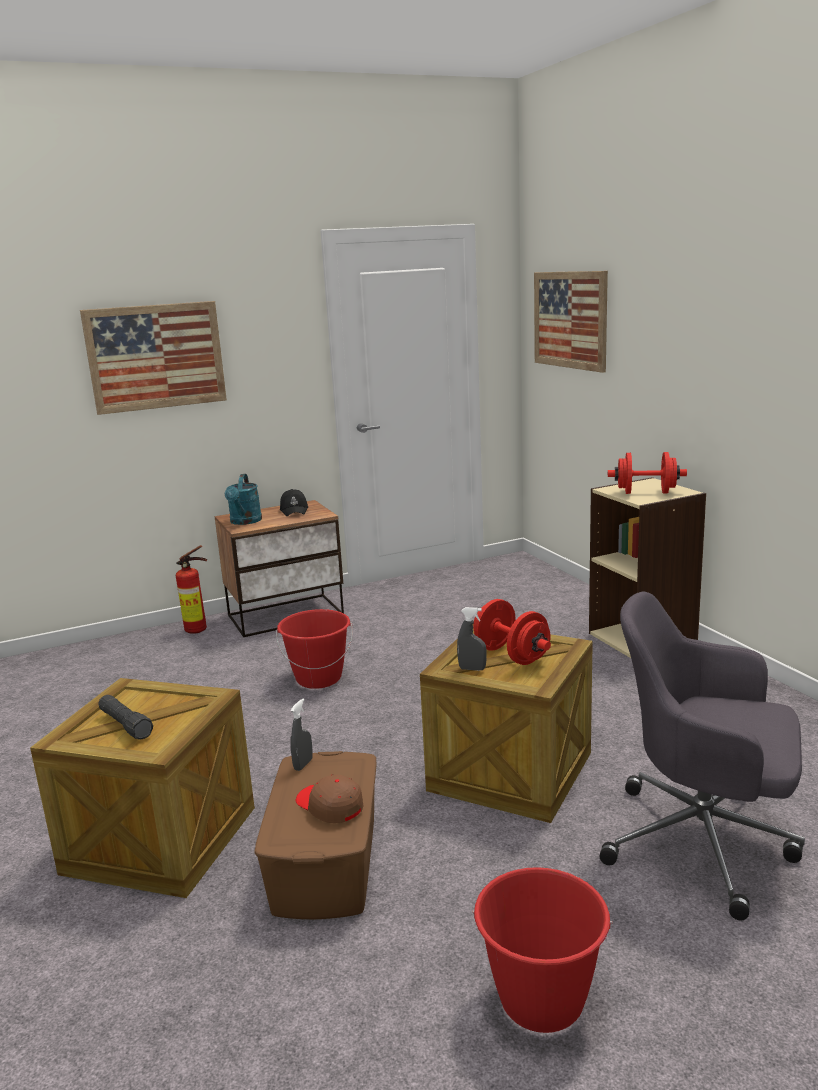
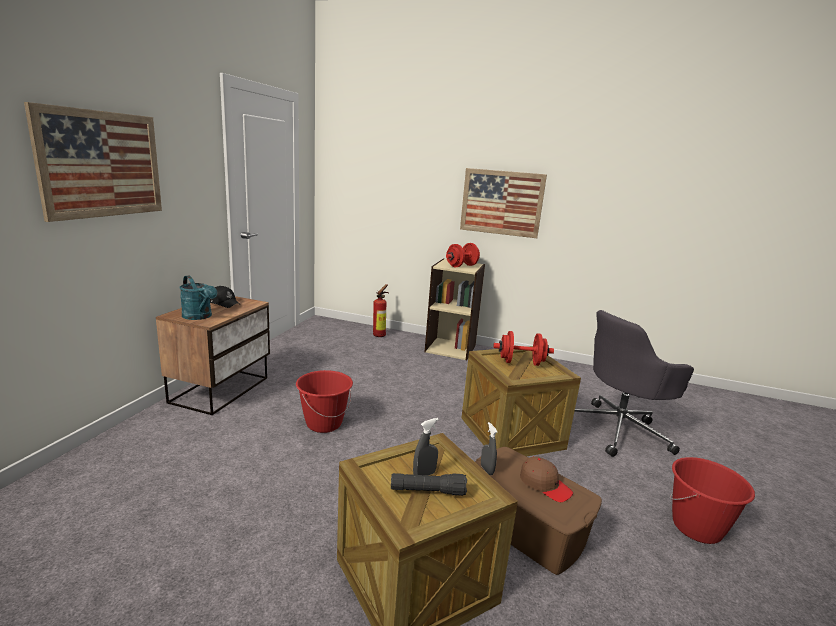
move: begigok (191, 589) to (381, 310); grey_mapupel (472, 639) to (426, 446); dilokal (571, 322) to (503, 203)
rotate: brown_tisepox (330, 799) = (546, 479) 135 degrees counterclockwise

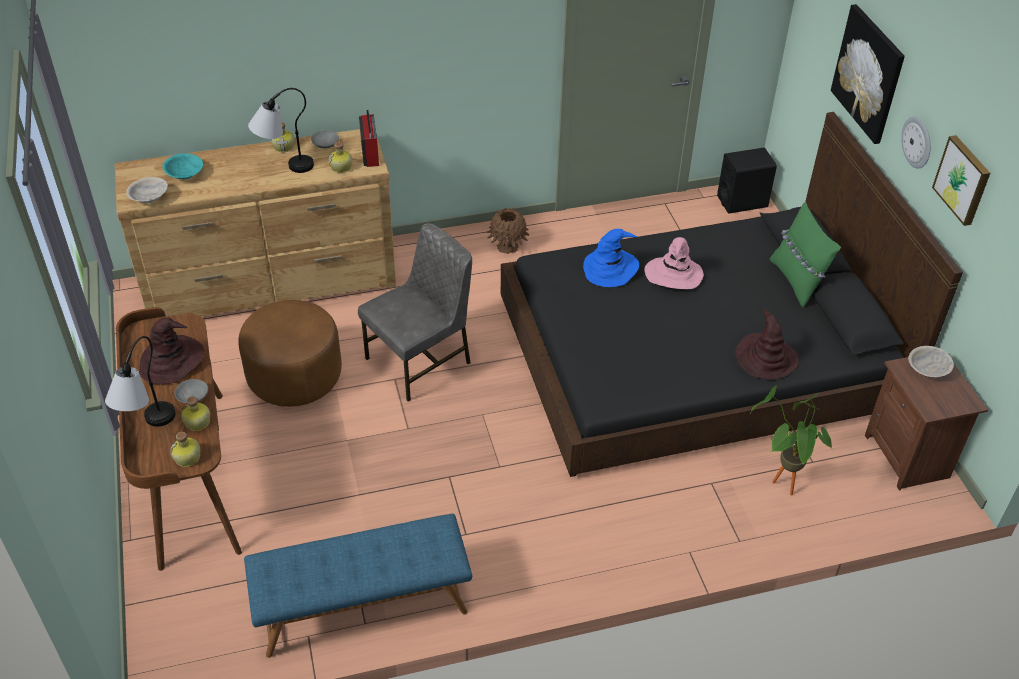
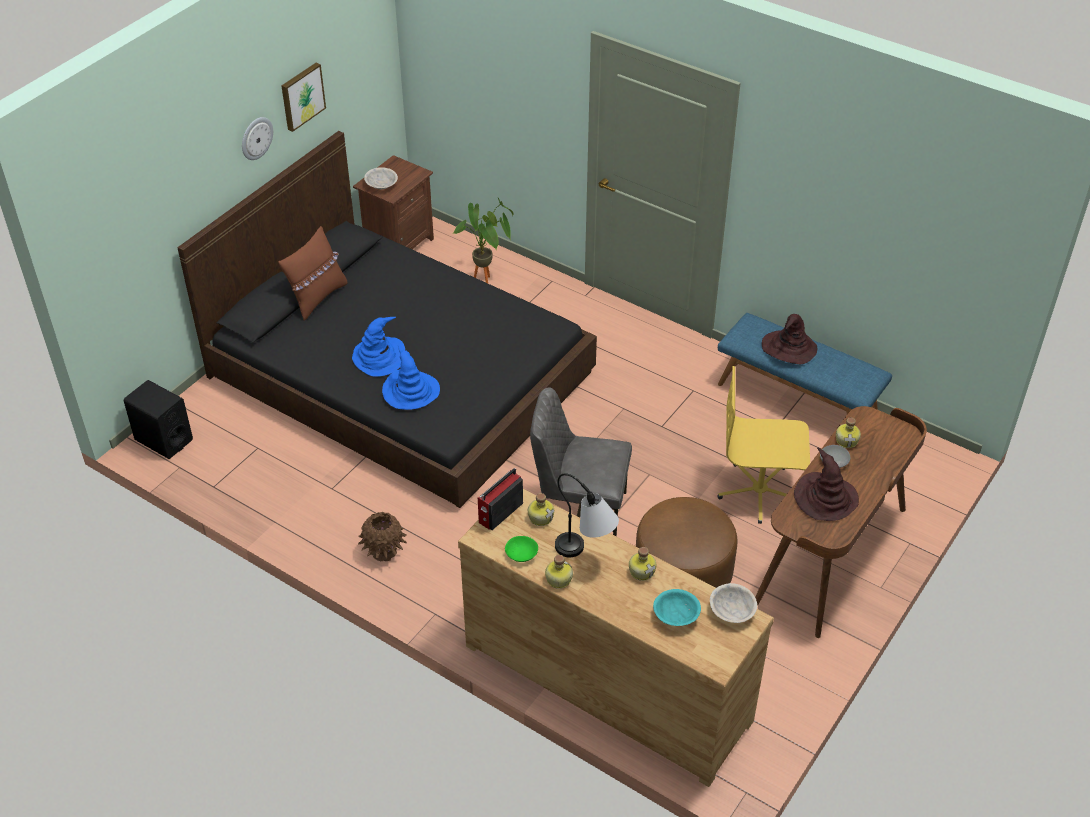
delete: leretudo (140, 381); dilokal (868, 74)
insert: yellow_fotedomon (763, 445)
move: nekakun (185, 449) to (642, 564); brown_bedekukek (767, 343) to (789, 339)
recolor: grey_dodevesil (325, 139) to green_dodevesil (521, 549); pink_bedekukek (674, 263) to blue_bedekukek (378, 347); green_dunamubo (805, 255) to brown_dunamubo (312, 273)

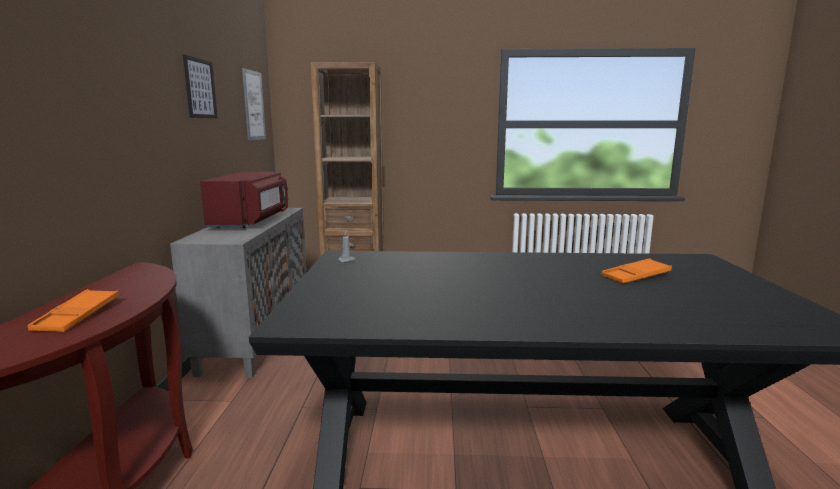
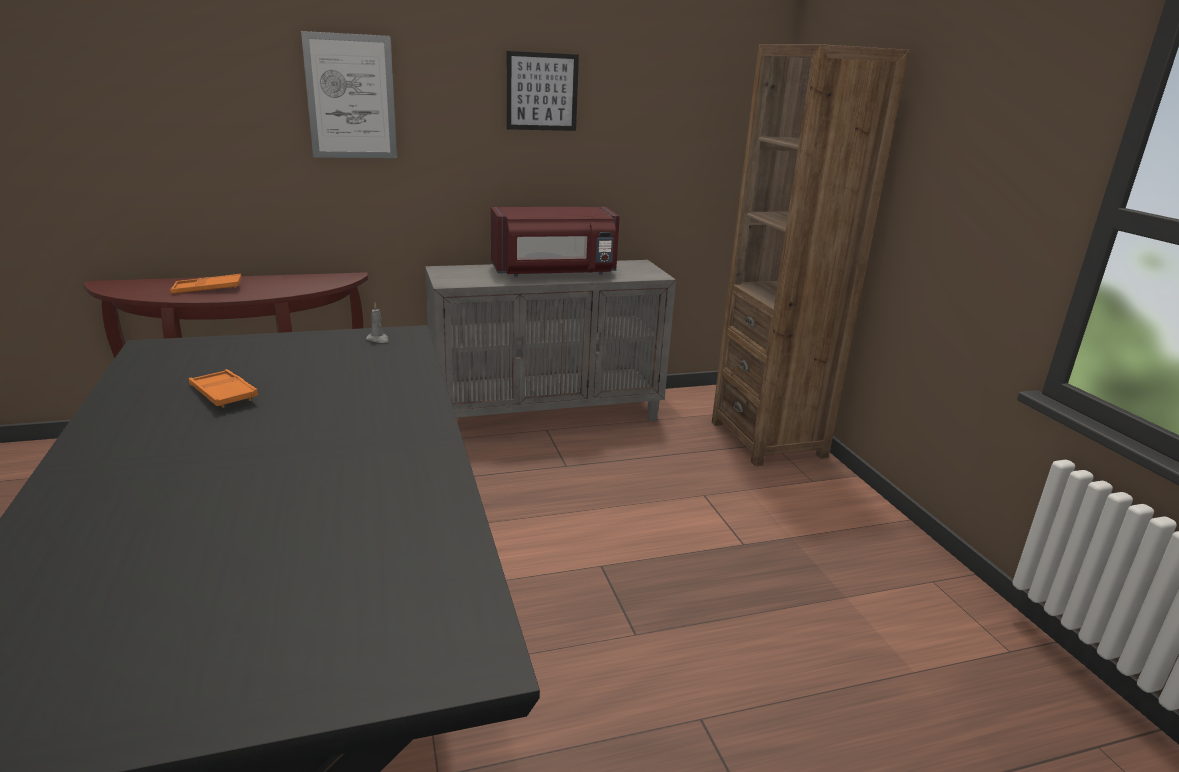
move: dilokal (254, 104) to (349, 95); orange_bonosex (636, 271) to (223, 388)

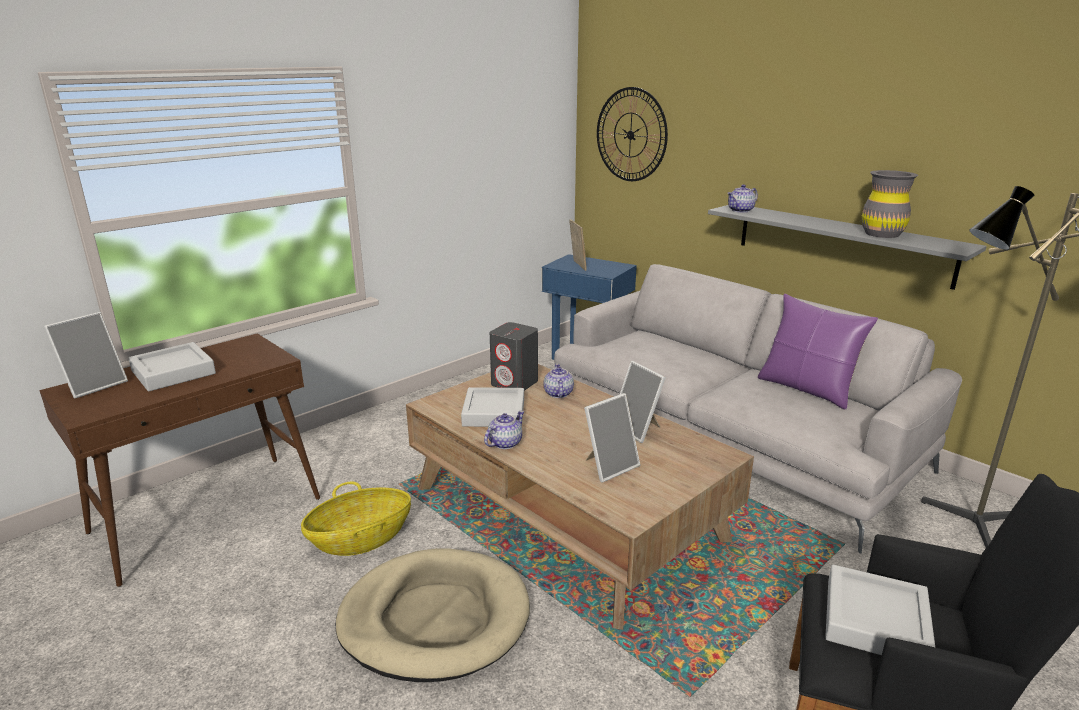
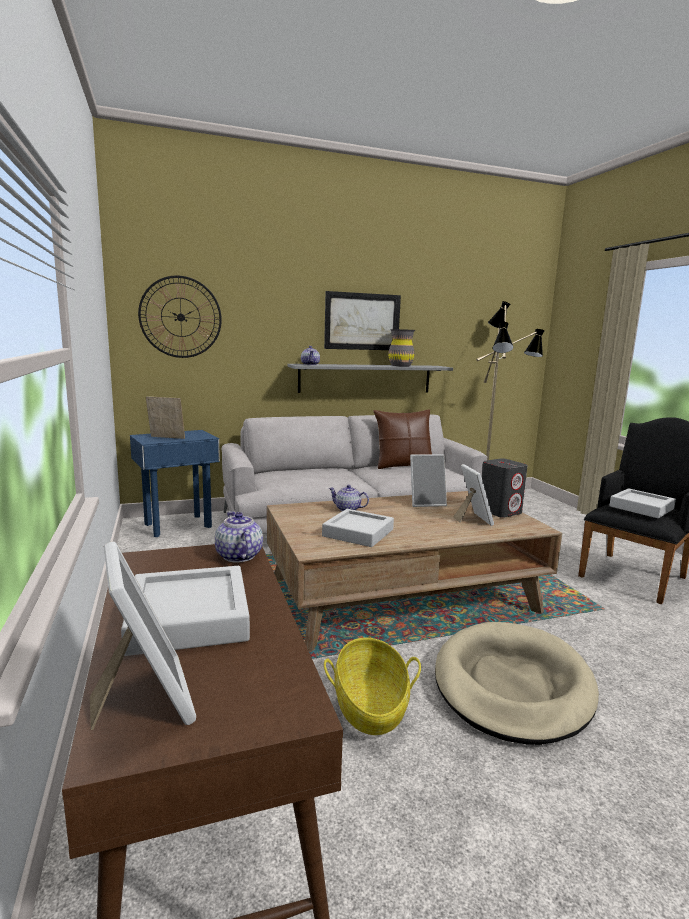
insert: dilokal (362, 320)
move: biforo (504, 430) to (239, 537); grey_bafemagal (514, 356) to (505, 488)
recolor: purple_dunamubo (818, 351) to brown_dunamubo (402, 439)

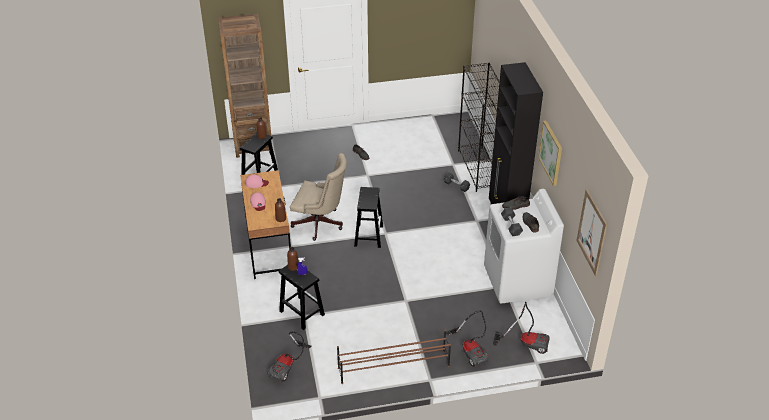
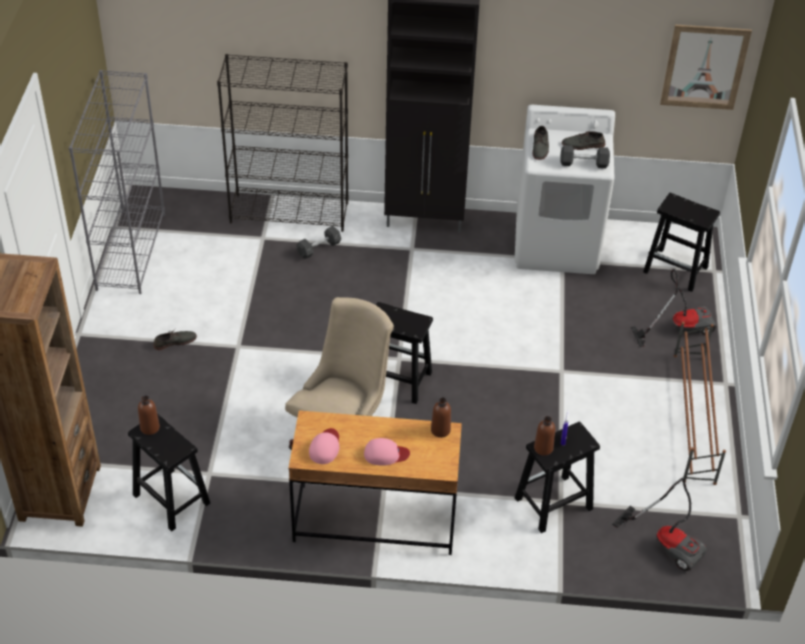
delete: dilokal (550, 153)
insert: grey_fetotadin (117, 182)
replace: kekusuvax (521, 328) to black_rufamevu (681, 242)

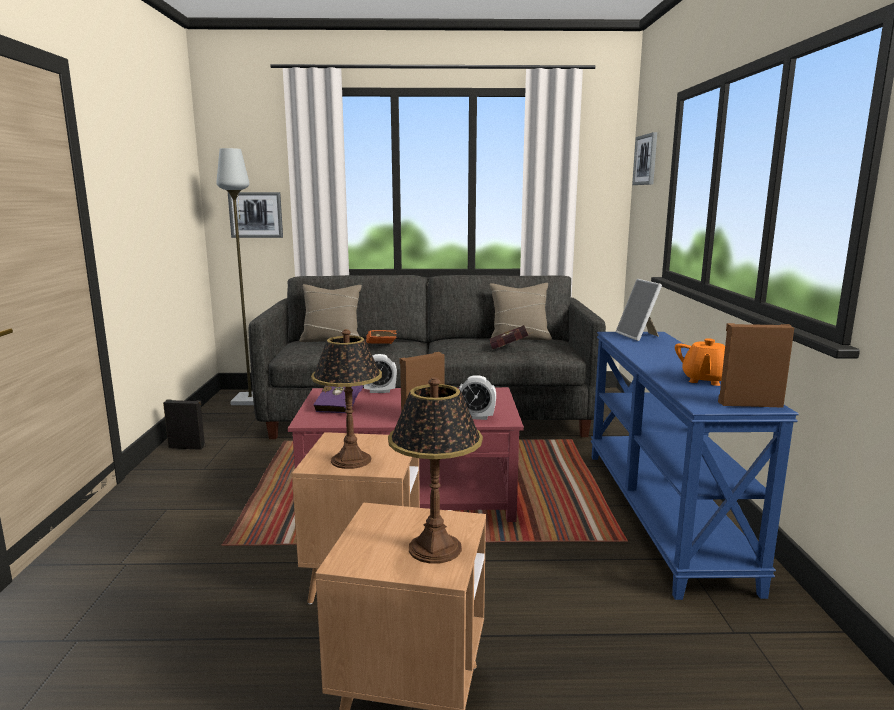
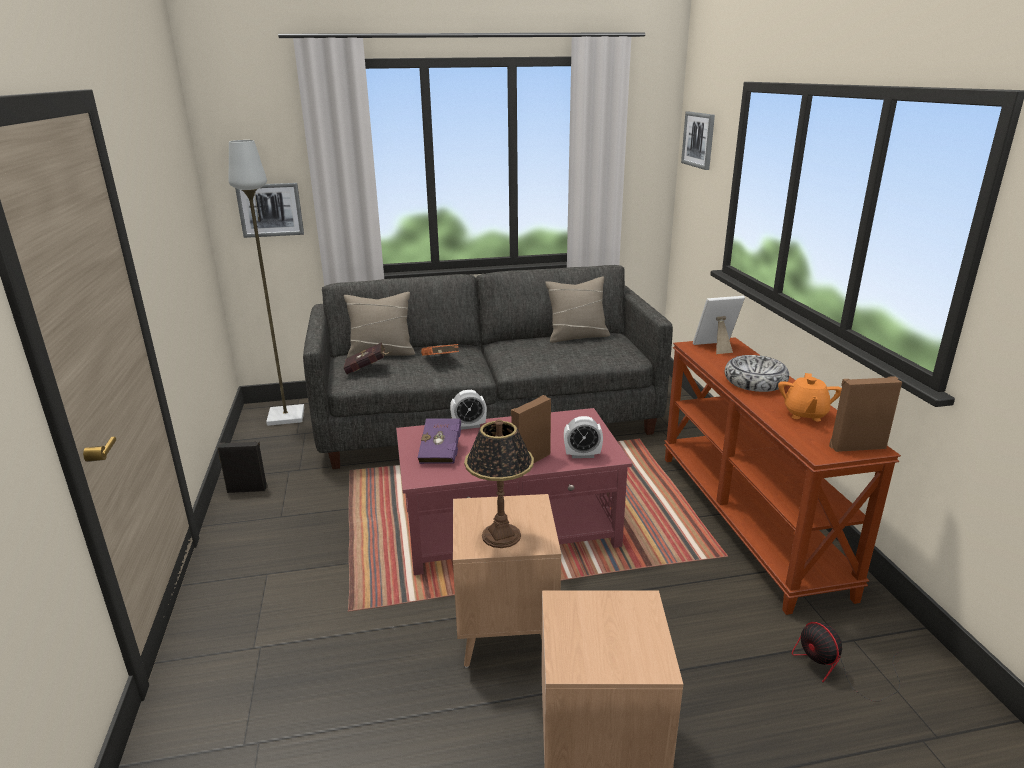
delete: leretudo (435, 470)
insert: dodevesil (757, 373); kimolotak (847, 661)
move: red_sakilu (511, 337) to (366, 358)
recolor: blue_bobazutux (695, 466) to brown_bobazutux (782, 476)
rotate: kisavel (639, 310) = (719, 325) 105 degrees clockwise

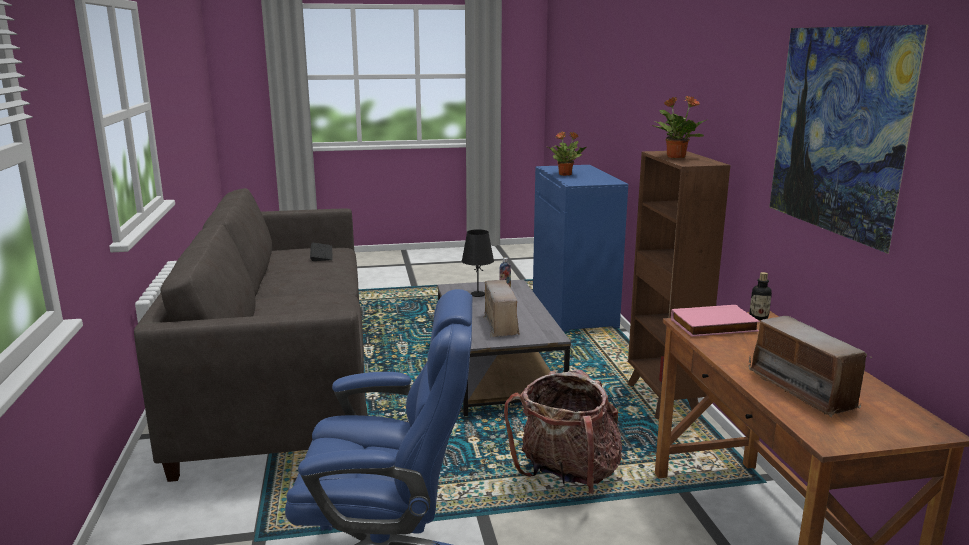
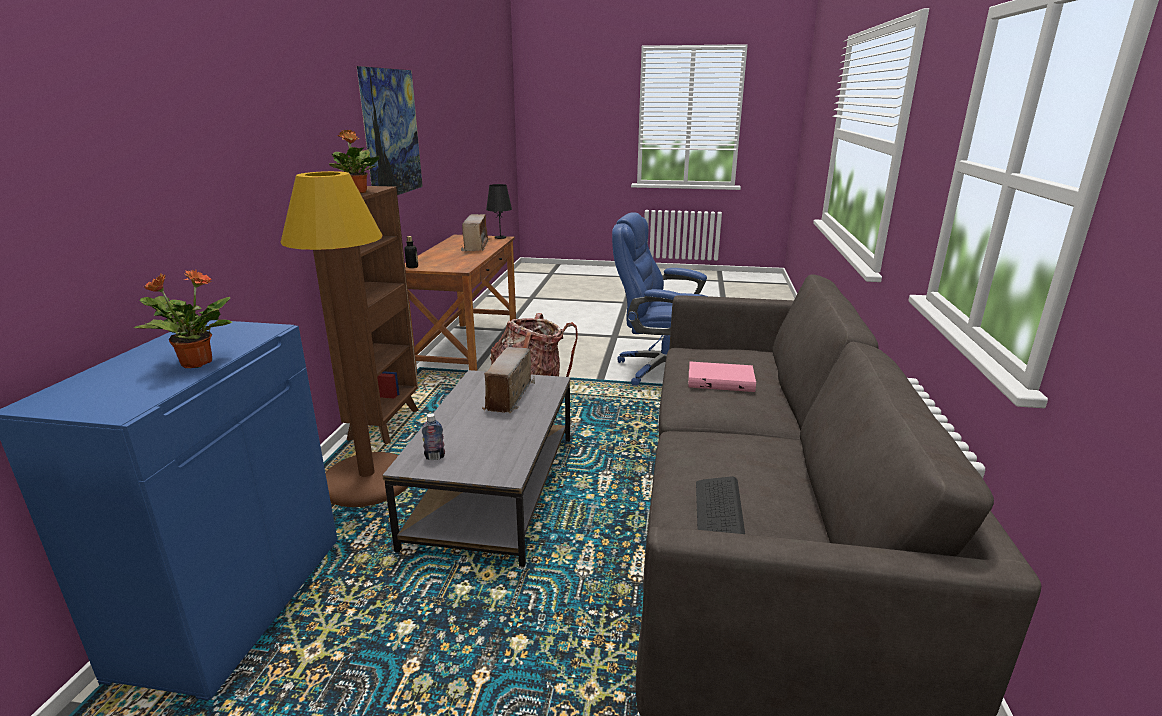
insert: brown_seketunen (344, 339)
move: black_leretudo (478, 263) to (499, 211); pink_sakilu (715, 321) to (722, 376)

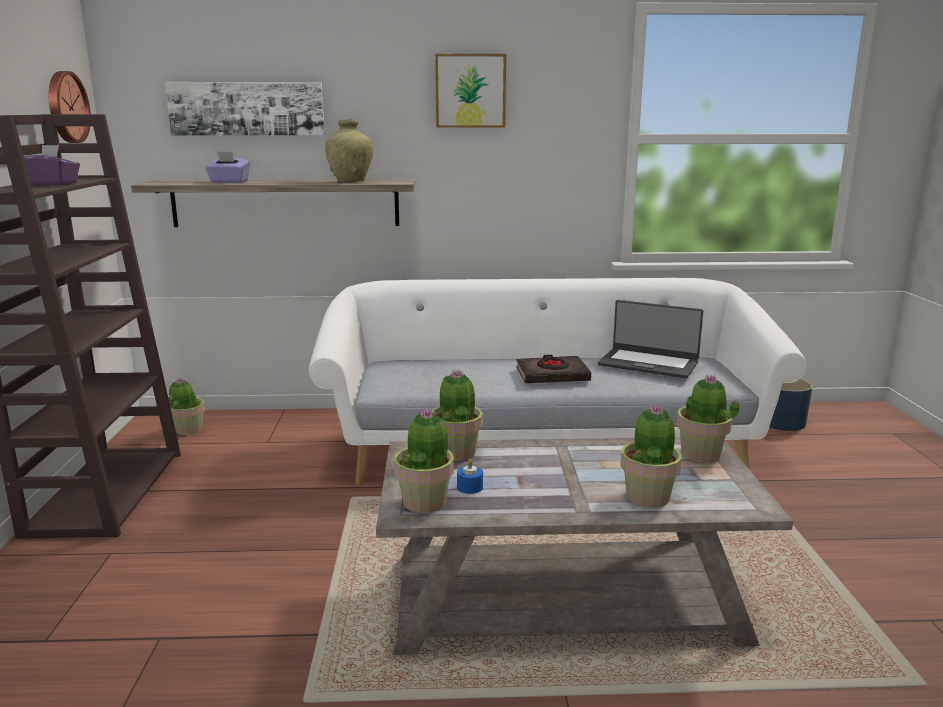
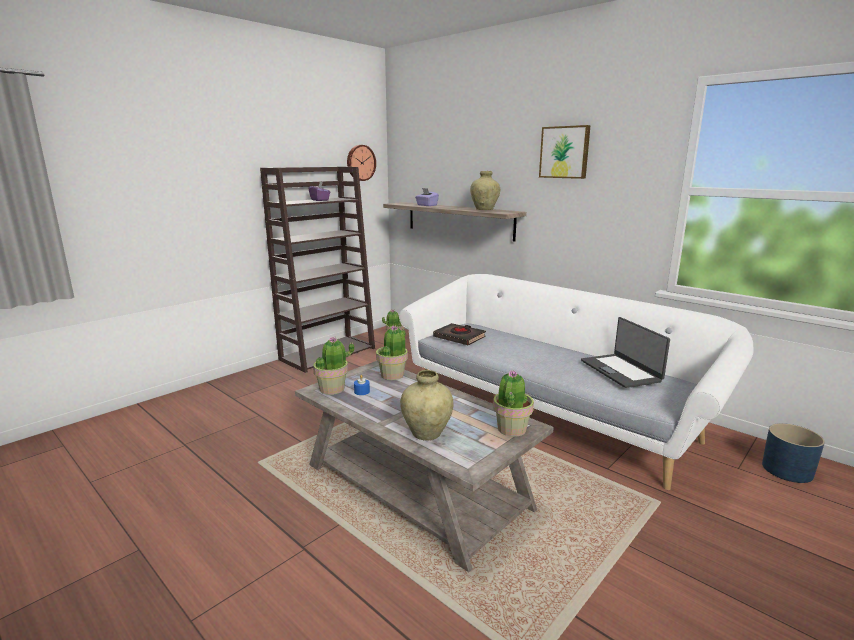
delete: dilokal (245, 109)
move: black_sakilu (553, 369) to (459, 334)
replace: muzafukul (651, 455) to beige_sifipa (426, 405)

